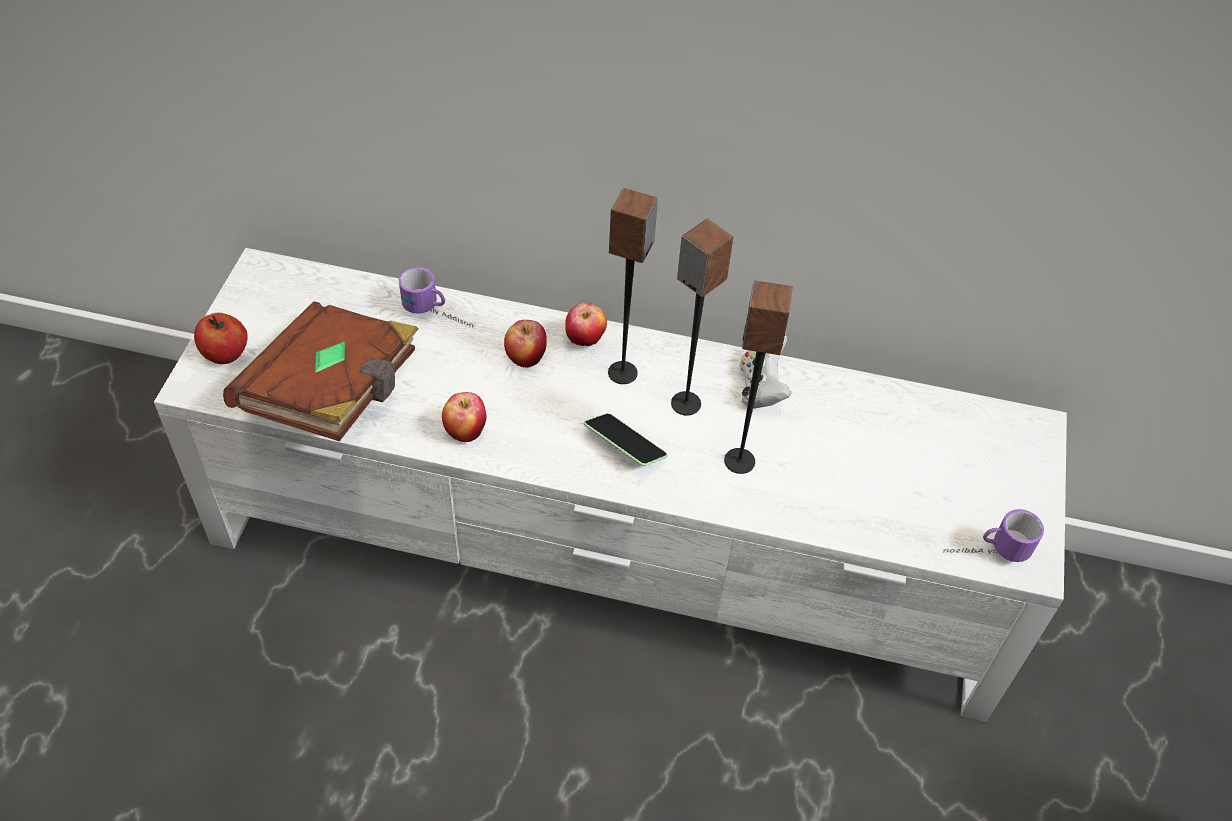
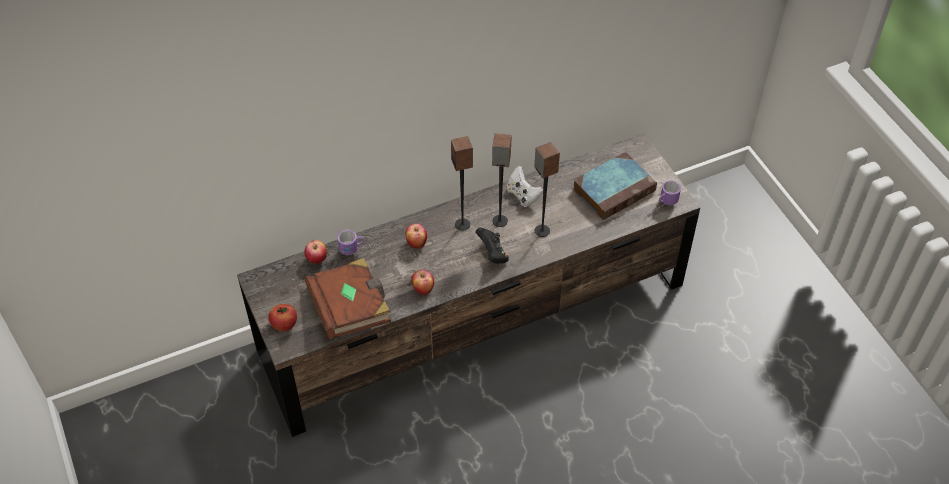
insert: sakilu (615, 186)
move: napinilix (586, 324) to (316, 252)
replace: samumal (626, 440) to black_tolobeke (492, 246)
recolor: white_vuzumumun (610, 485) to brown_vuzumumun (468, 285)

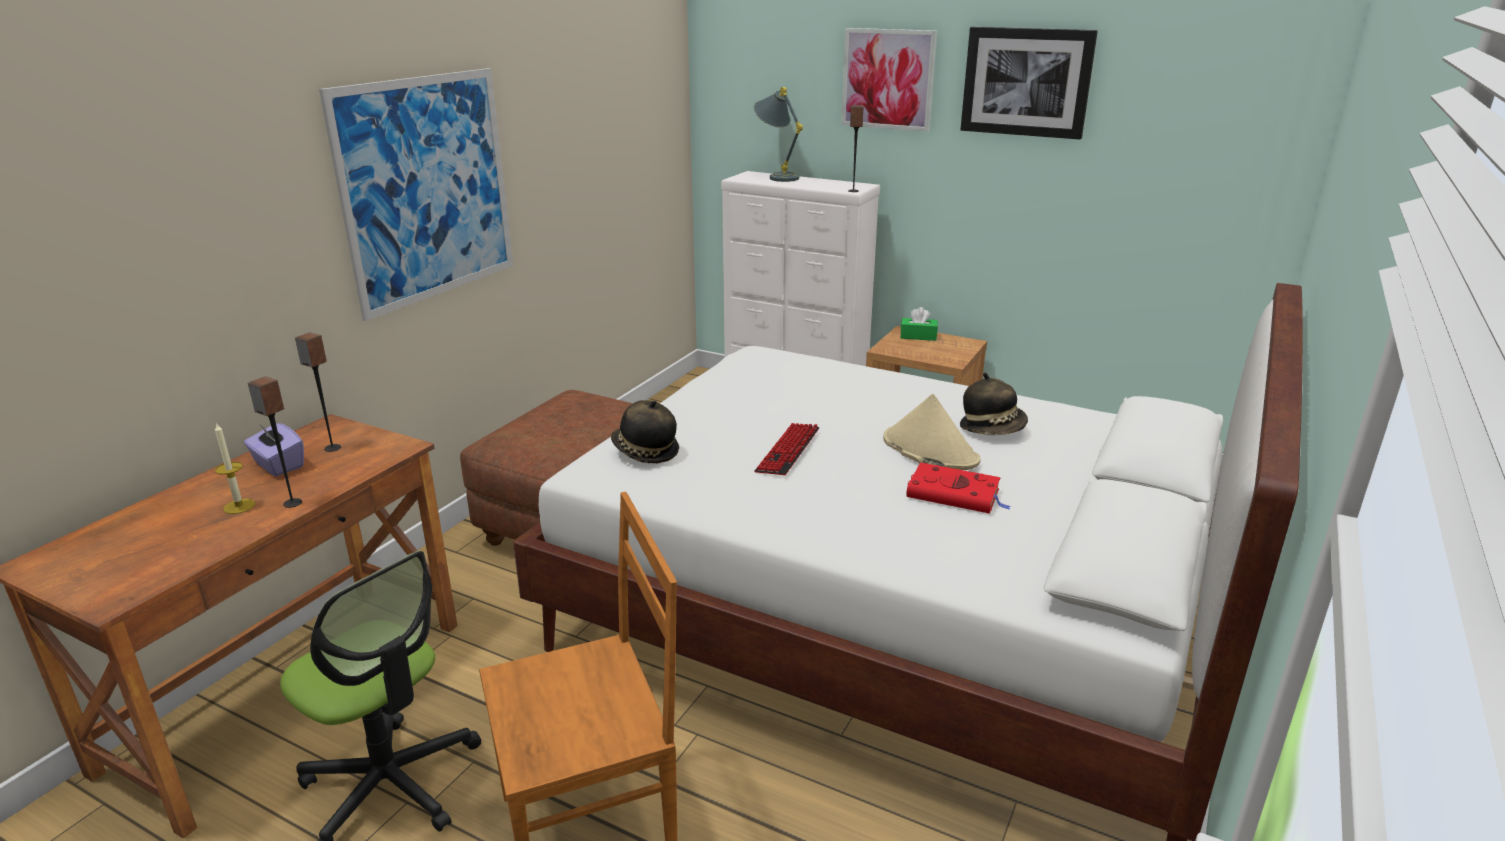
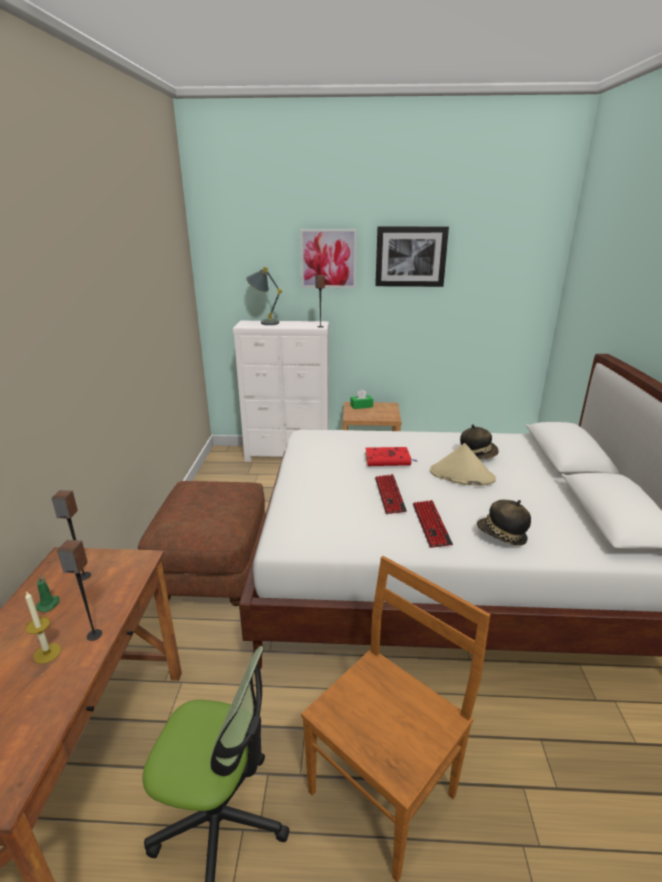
delete: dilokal (416, 194)
insert: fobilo (433, 524)
move: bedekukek (645, 431) to (504, 523); red_sakilu (958, 488) to (391, 456)
replace: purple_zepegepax (274, 448) to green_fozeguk (48, 593)

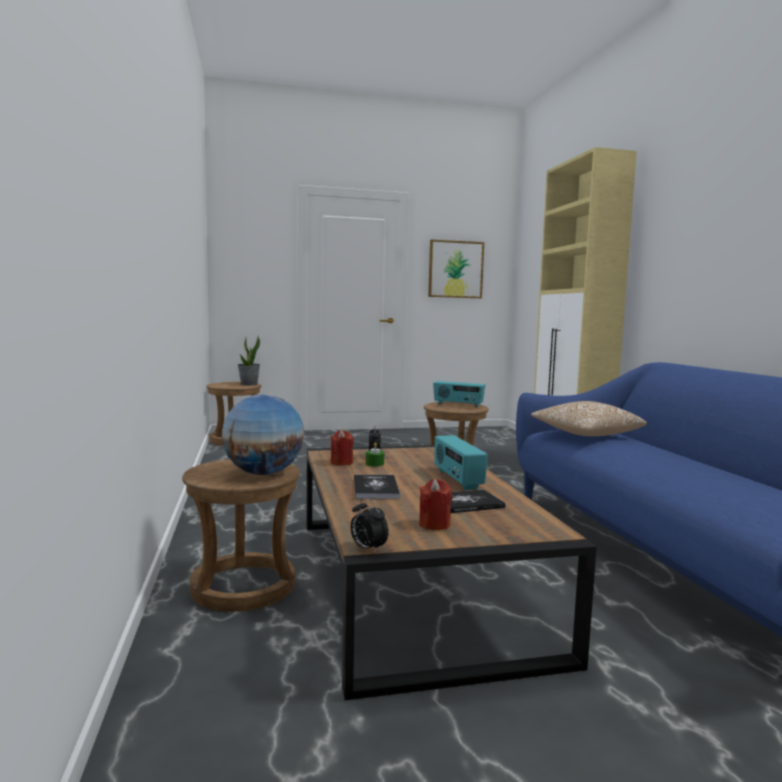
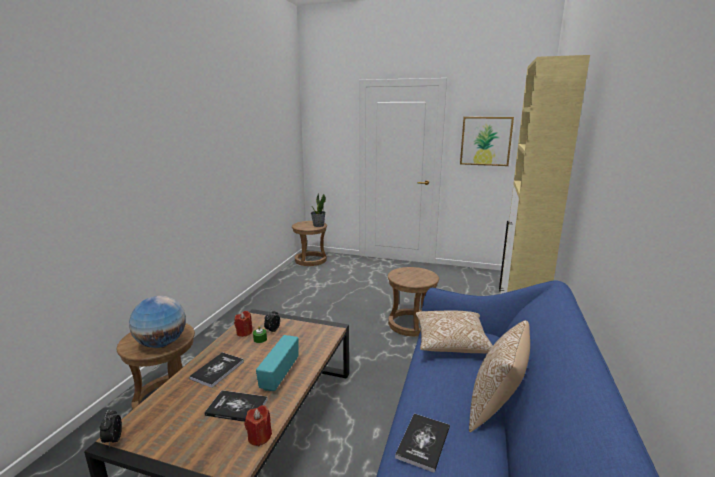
delete: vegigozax (459, 394)
insert: sakilu (422, 443); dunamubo (499, 376)
move: red_fozeguk (435, 504) to (258, 425)

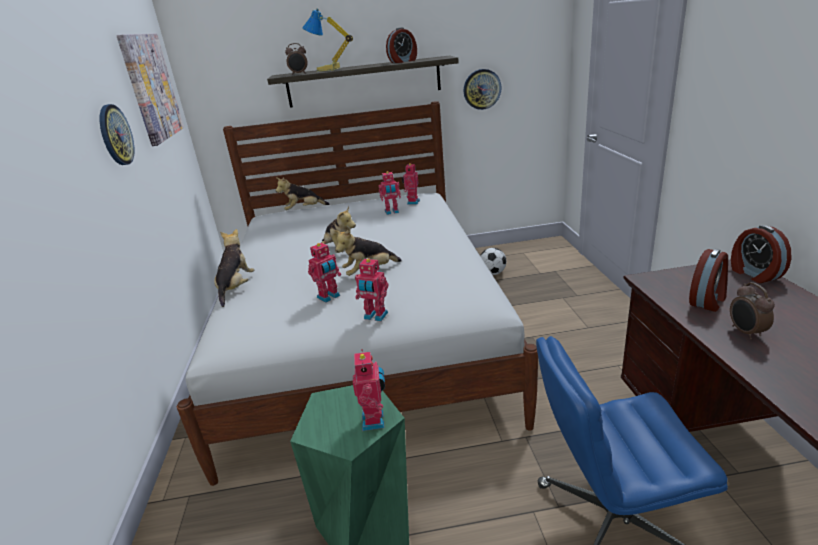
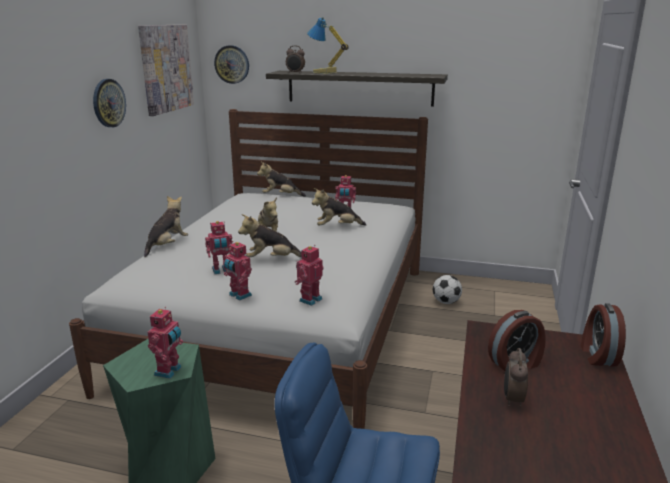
delete: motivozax (401, 45)
insert: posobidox (339, 207)
move: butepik (411, 184) to (309, 275); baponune (483, 89) to (231, 64)

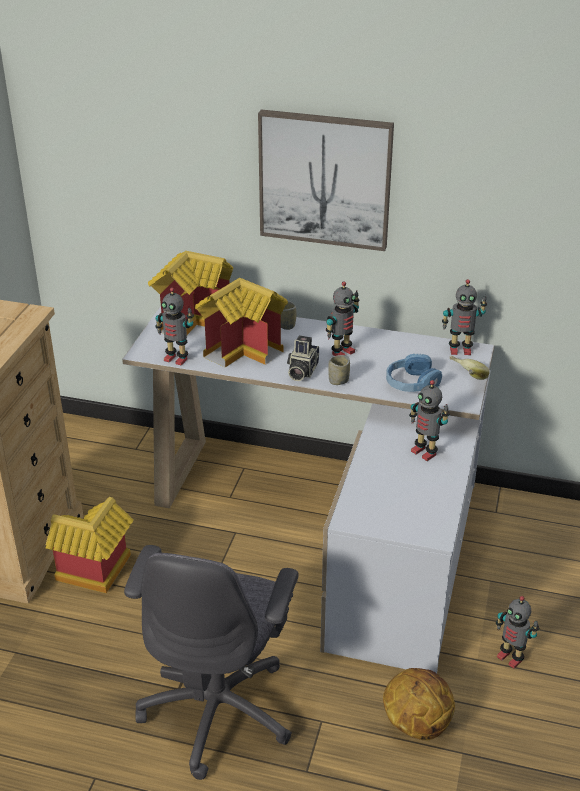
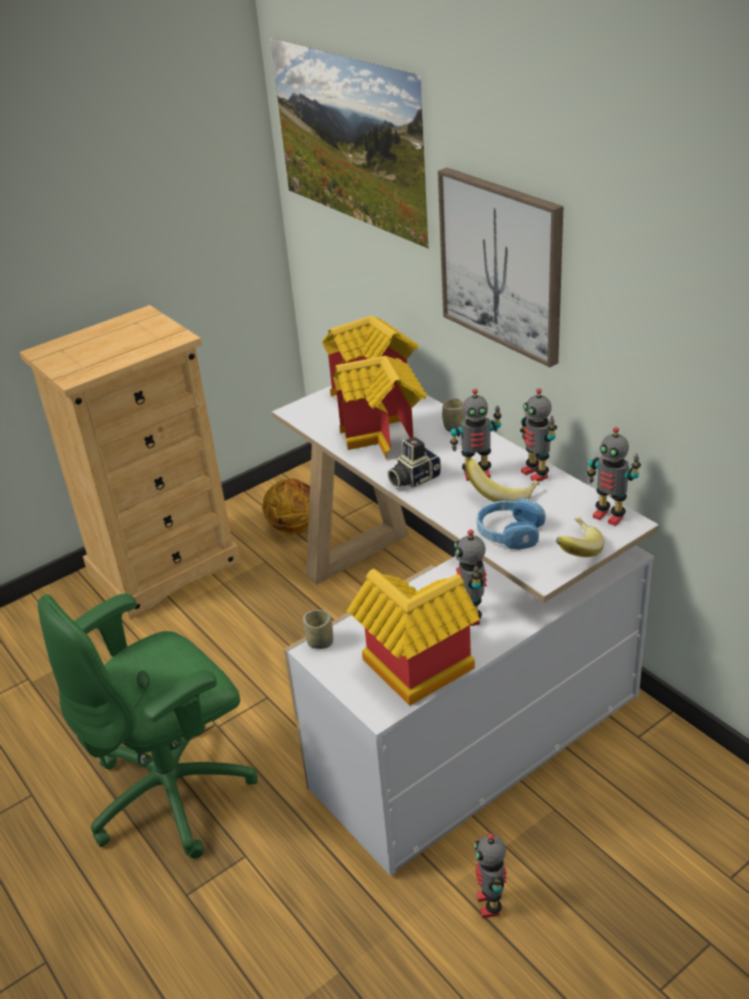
insert: dilokal (349, 143); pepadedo (503, 480)
move: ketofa (90, 545) to (413, 637); butepik (174, 326) to (538, 435); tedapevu (339, 370) to (318, 629); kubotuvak (419, 704) to (286, 506)
recolor: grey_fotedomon (211, 662) to green_fotedomon (148, 725)

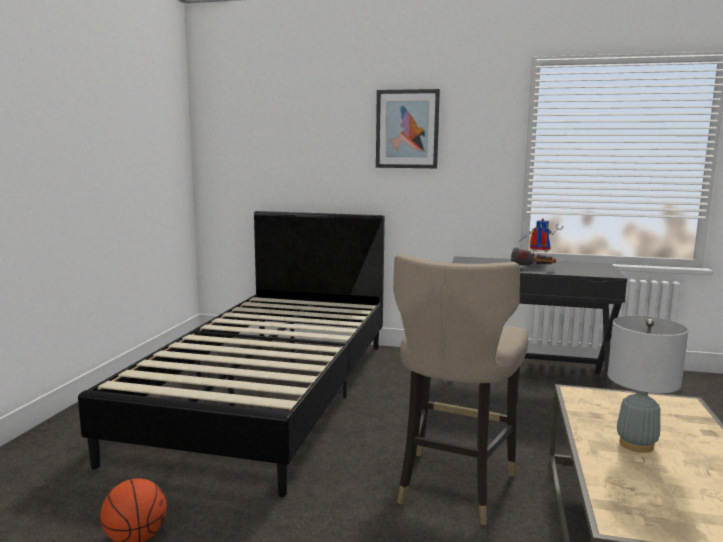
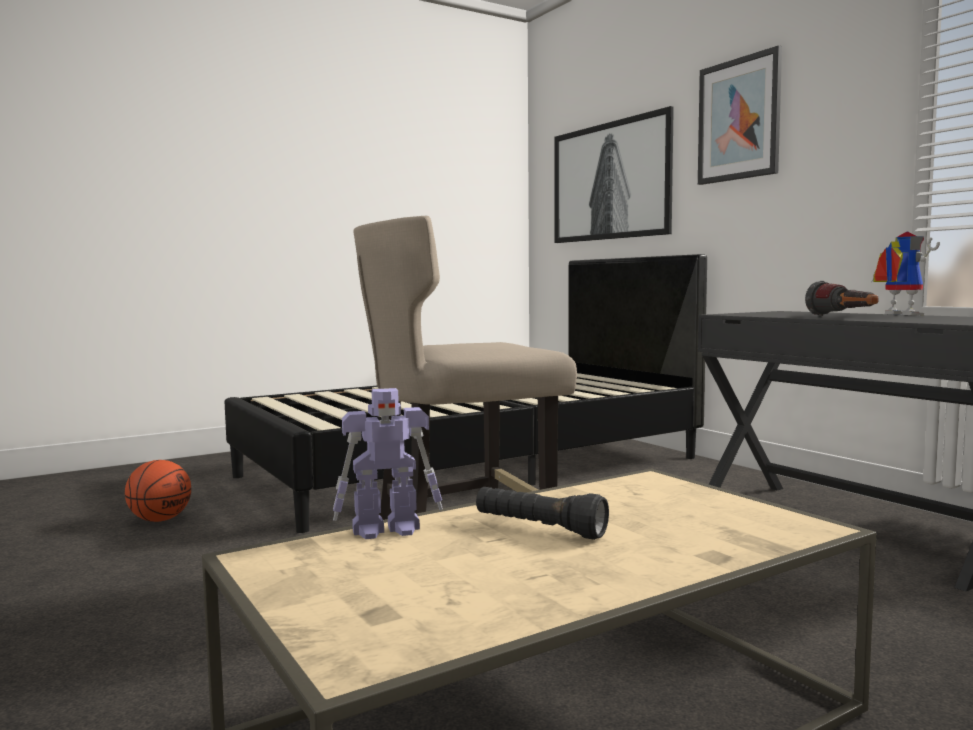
insert: butepik (388, 463); dilokal (614, 174)
replace: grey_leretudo (648, 384) to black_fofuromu (542, 513)

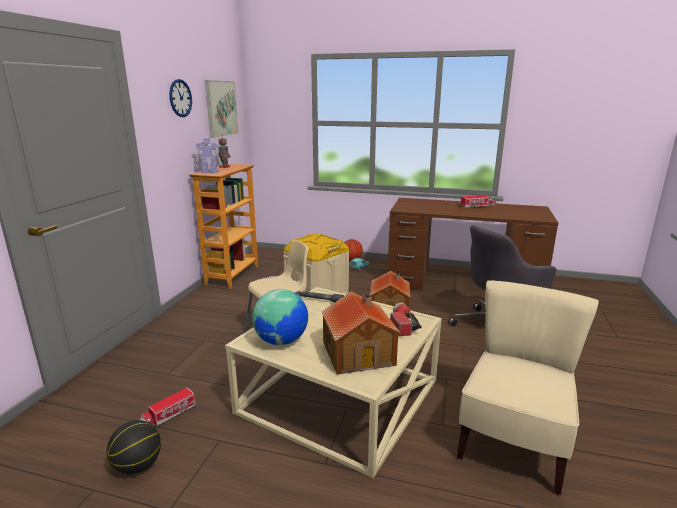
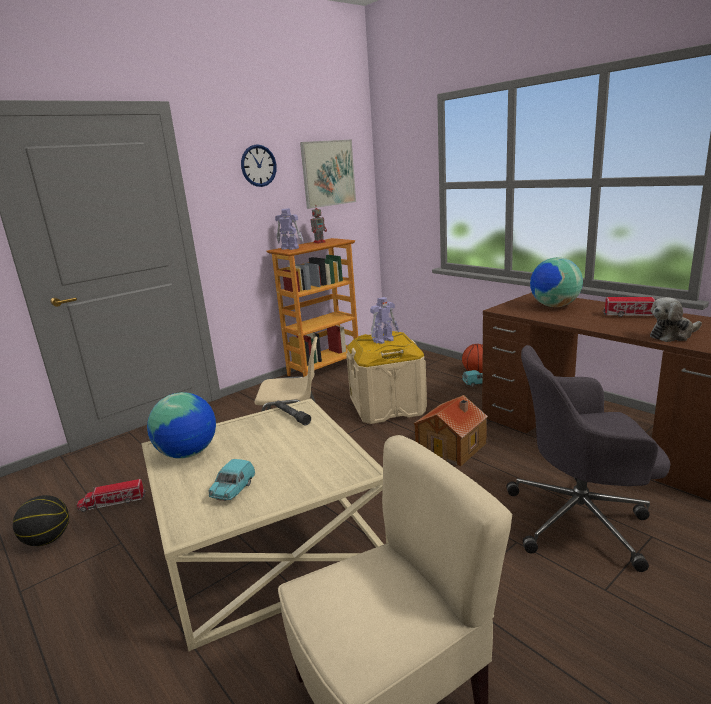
delete: fofuromu (406, 319)
insert: butepik (384, 320); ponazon (556, 282); posobidox (676, 319)
replace: ketofa (361, 333) to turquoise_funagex (232, 480)

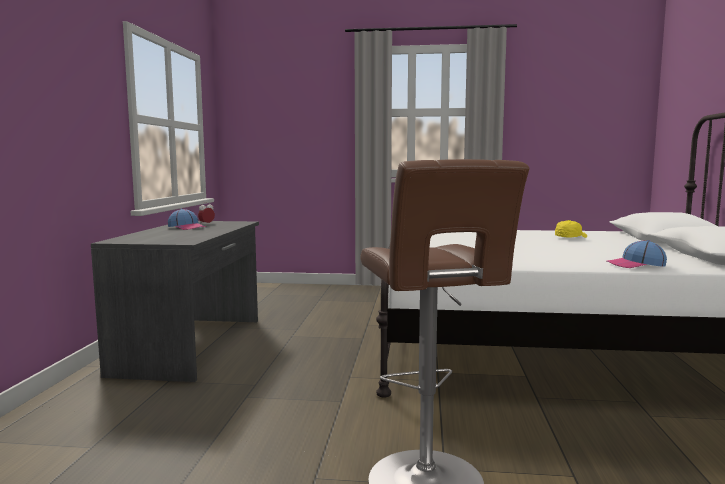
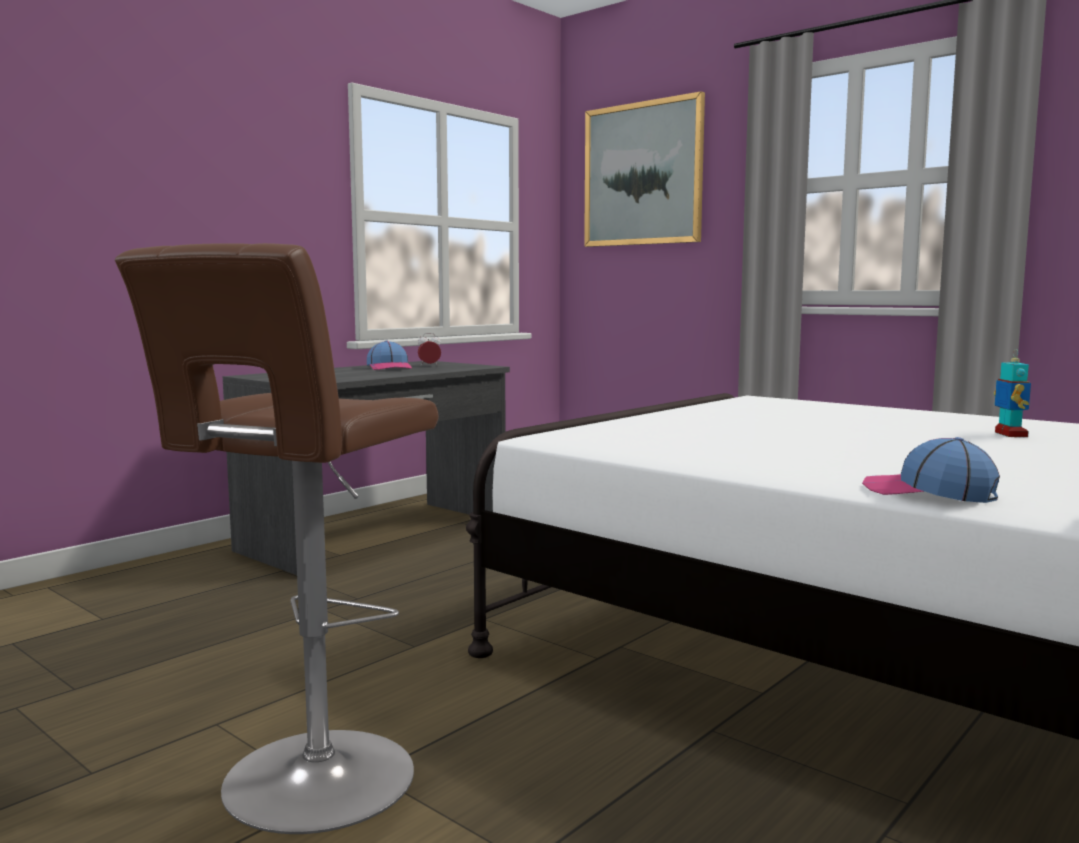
insert: dilokal (644, 169)
replace: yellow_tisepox (571, 229) to butepik (1012, 393)

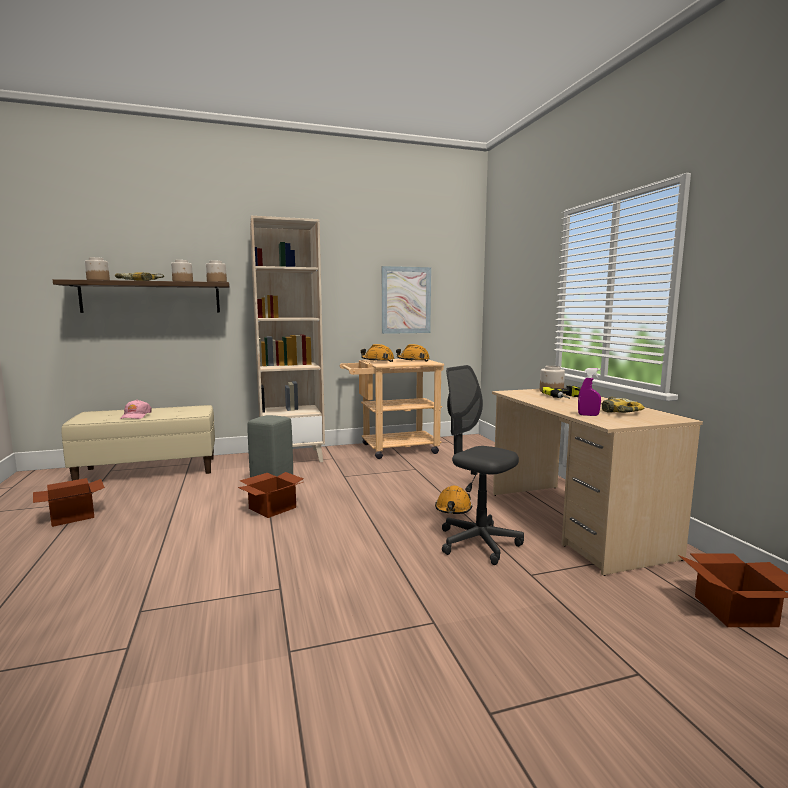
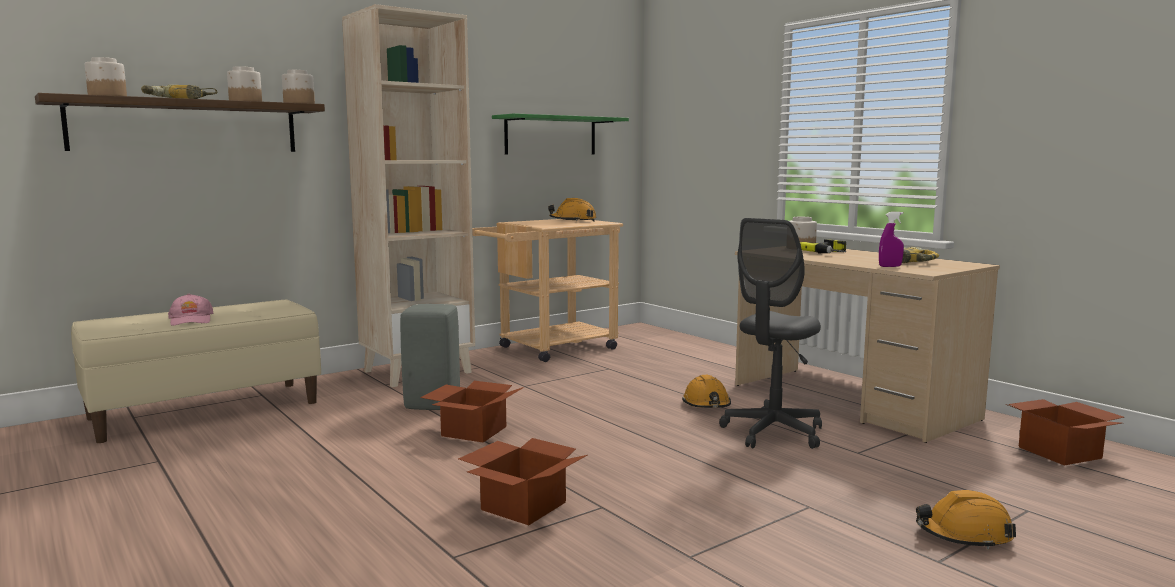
move: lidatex (69, 502) to (522, 481); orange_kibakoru (377, 353) to (966, 520)
replace: dilokal (406, 300) to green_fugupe (560, 134)
rotate: grey_fotedomon (483, 465) = (770, 333) 75 degrees counterclockwise

